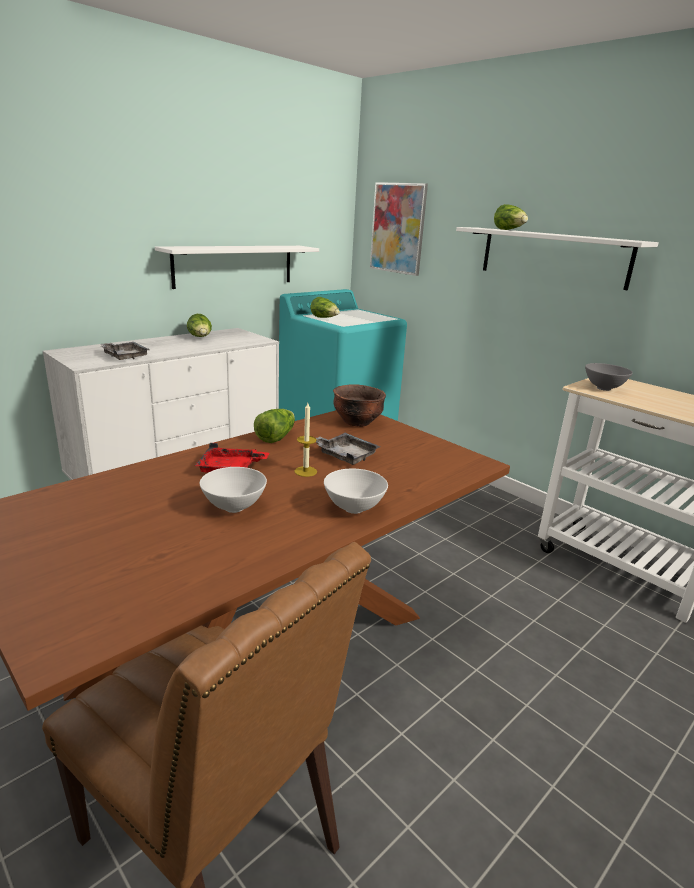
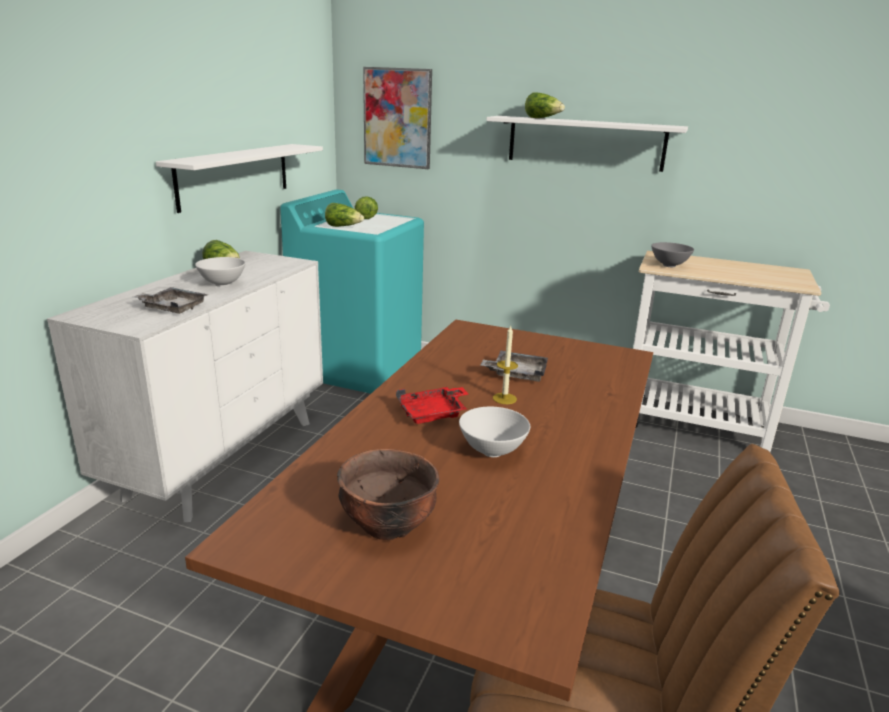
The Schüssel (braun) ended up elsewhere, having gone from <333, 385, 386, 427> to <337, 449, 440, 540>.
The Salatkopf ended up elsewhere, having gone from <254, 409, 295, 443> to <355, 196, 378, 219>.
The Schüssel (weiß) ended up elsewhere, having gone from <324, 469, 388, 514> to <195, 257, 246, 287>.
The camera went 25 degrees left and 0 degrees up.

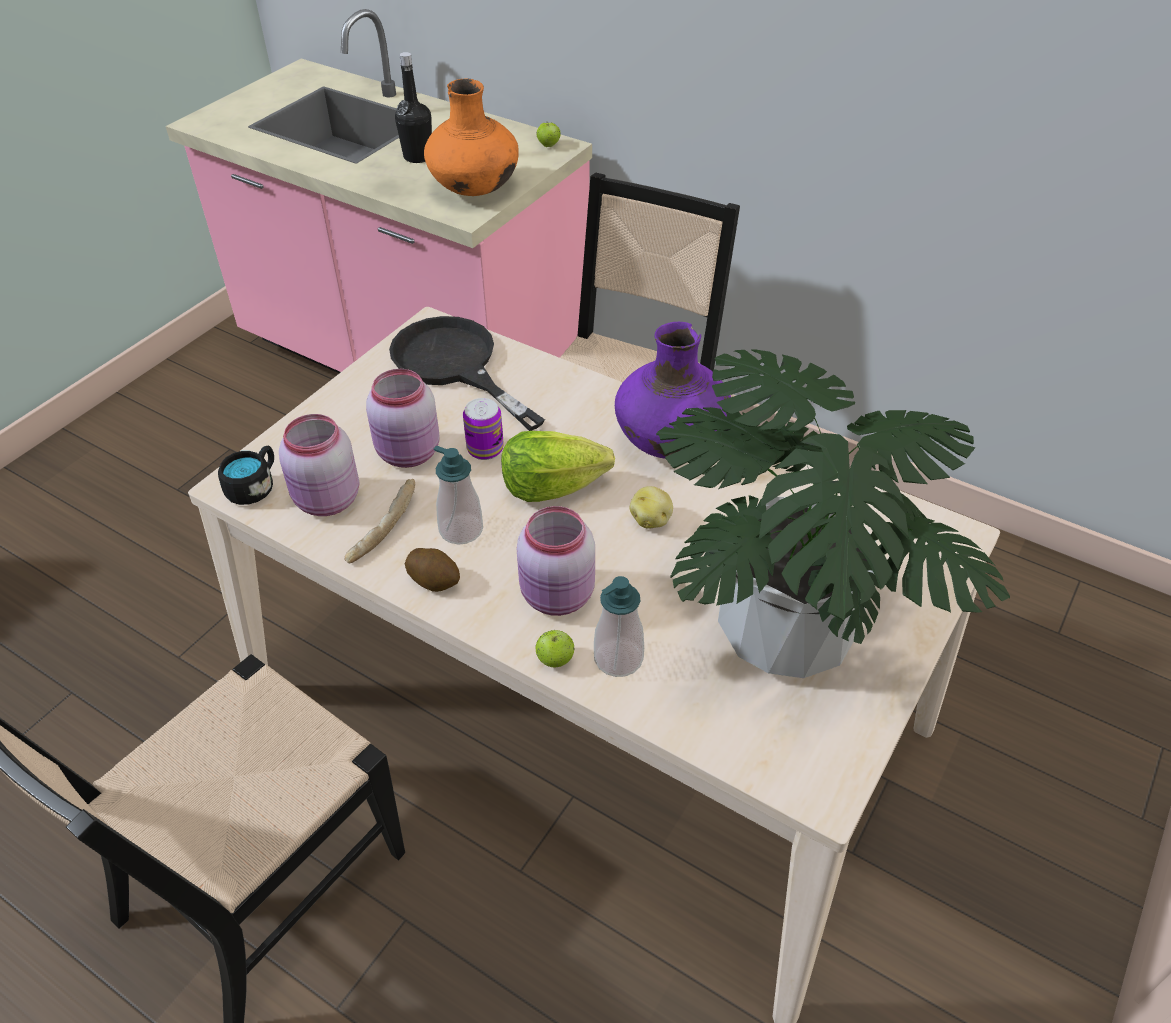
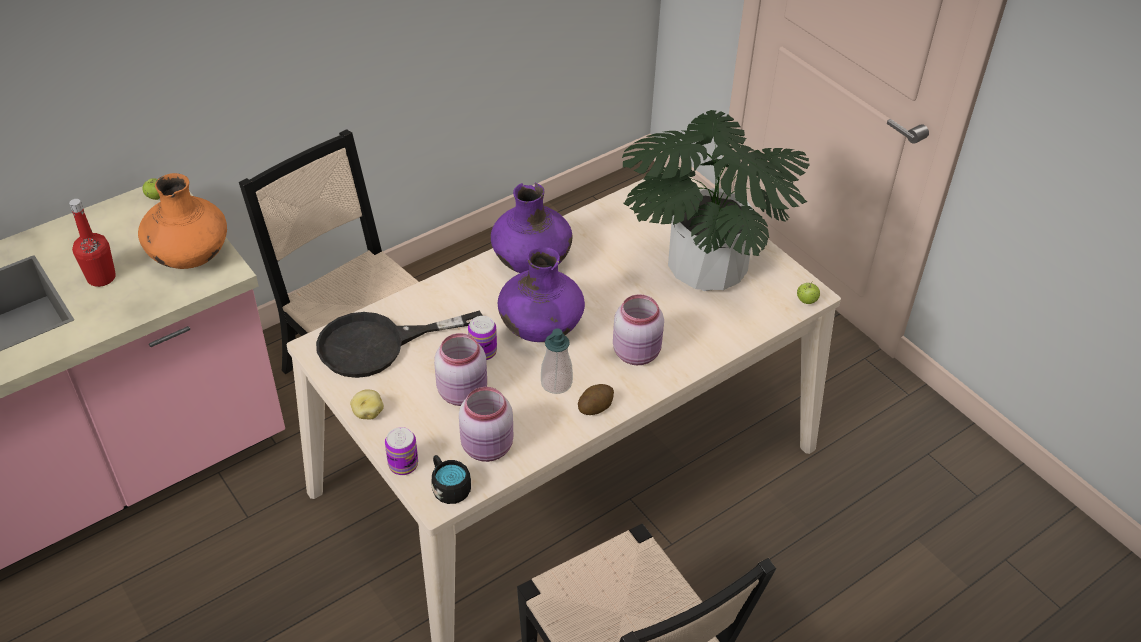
What was the Flasche (schwarz) at <395, 52, 432, 163> turned into the Flasche (rot) at <69, 199, 116, 287>.
Where the Salatkopf stood at <501, 431, 615, 502>, the Vase (lila) came to stand at <498, 247, 585, 342>.
The second view lost the Brot at <345, 479, 415, 563>.
The Kartoffel ended up elsewhere, having gone from <630, 486, 673, 529> to <350, 389, 384, 419>.
The second view lost the Seifenspender at <594, 576, 644, 677>.
The Apfel ended up elsewhere, having gone from <536, 630, 574, 667> to <797, 281, 820, 304>.
The second view gained the Dose at <385, 427, 418, 475>.
The camera went 70 degrees left and 0 degrees up.

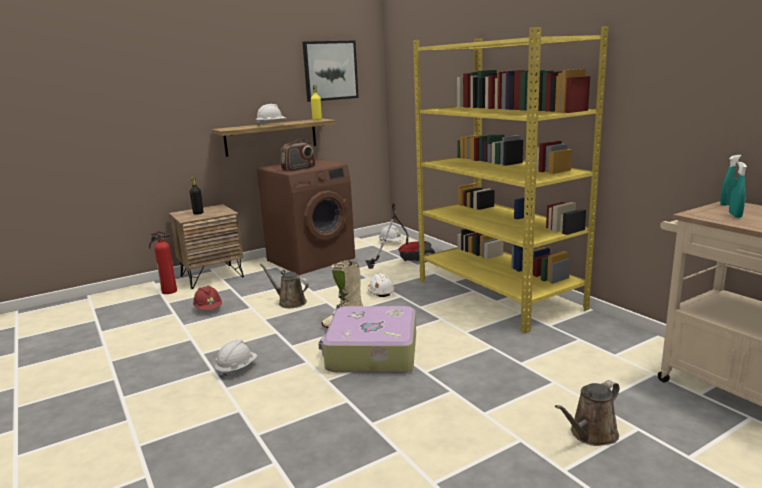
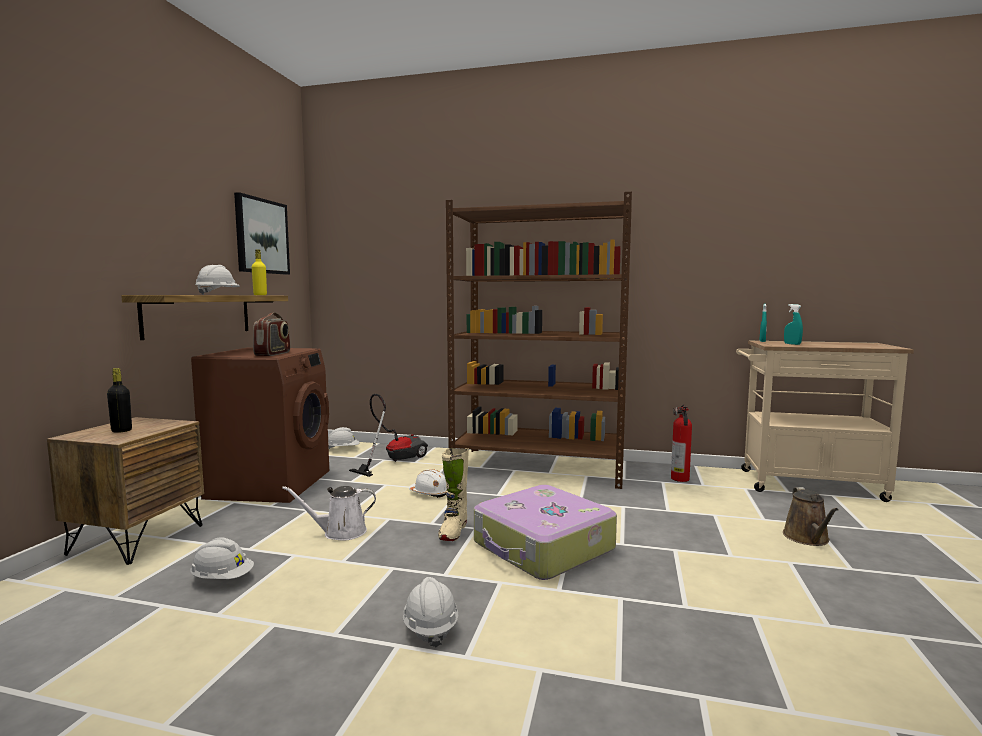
What was the Bücherregal (gelb) at <413, 26, 609, 333> turned into the Bücherregal (braun) at <446, 192, 632, 489>.
The Feuerlöscher ended up elsewhere, having gone from <149, 231, 177, 294> to <671, 405, 692, 482>.
What was the Gießkanne (braun) at <259, 263, 309, 308> turned into the Gießkanne (weiß) at <282, 486, 376, 541>.
What was the Schutzhelm (rot) at <193, 286, 222, 310> turned into the Schutzhelm (weiß) at <190, 537, 254, 579>.
The camera went 45 degrees left and 10 degrees down.

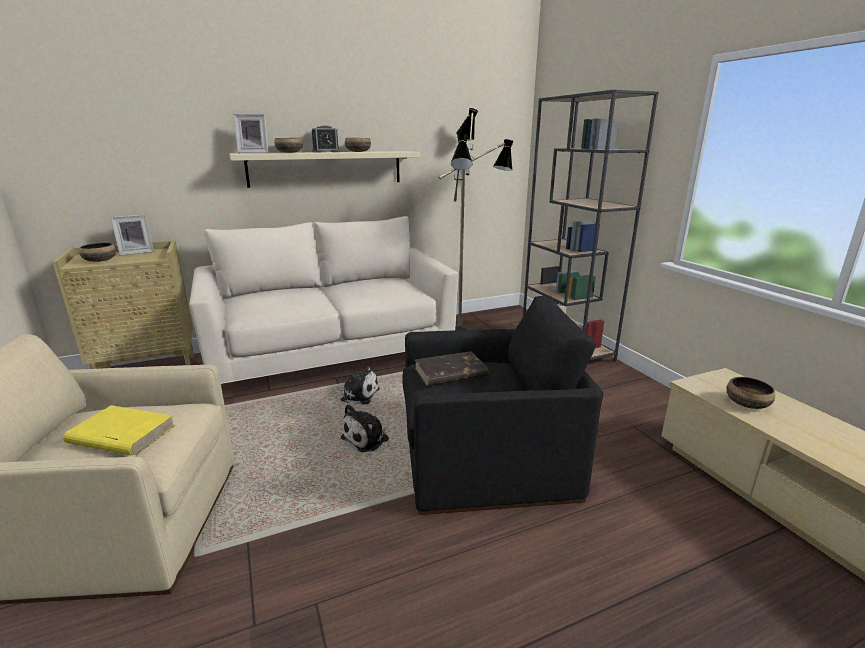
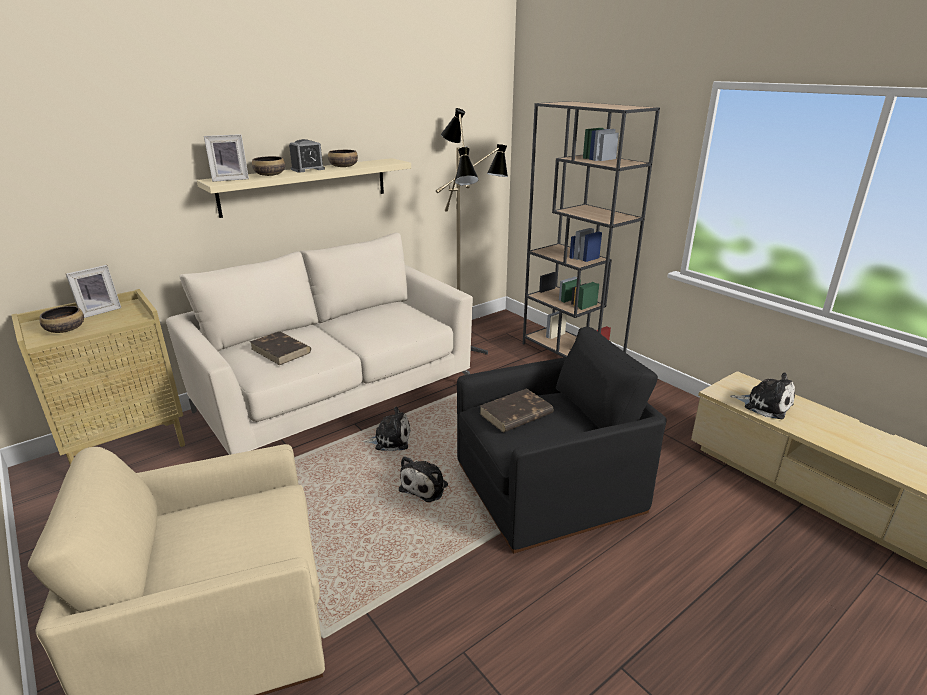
Where the Schüssel stood at <726, 377, 775, 409>, the Plüschtier came to stand at <730, 372, 795, 419>.
The second view lost the Buch (gelb) at <63, 405, 175, 456>.
The second view gained the Buch (braun) at <250, 331, 311, 365>.
The camera went 15 degrees left and 5 degrees up.

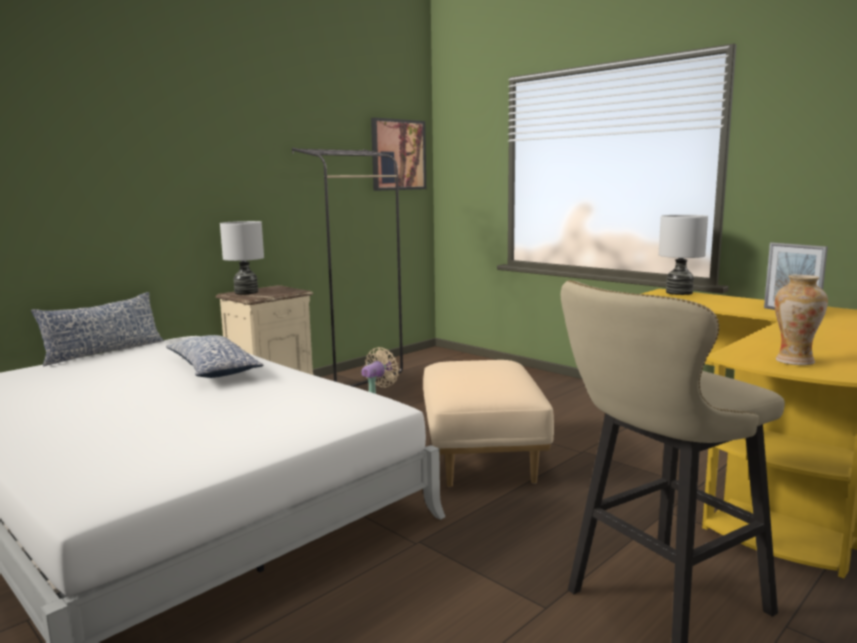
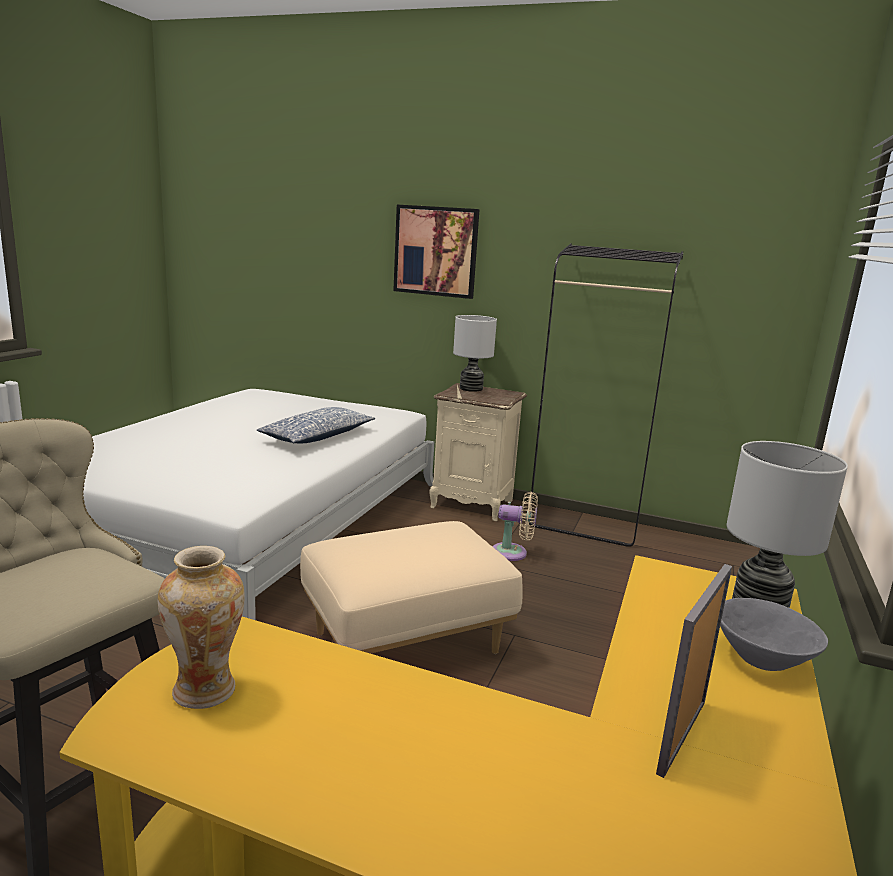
The Bild ended up elsewhere, having gone from <371, 118, 426, 191> to <393, 205, 480, 299>.
The second view lost the Kissen at <31, 292, 164, 366>.
The second view gained the Schüssel (grau) at <720, 598, 828, 671>.
The camera went 65 degrees right and 5 degrees up.

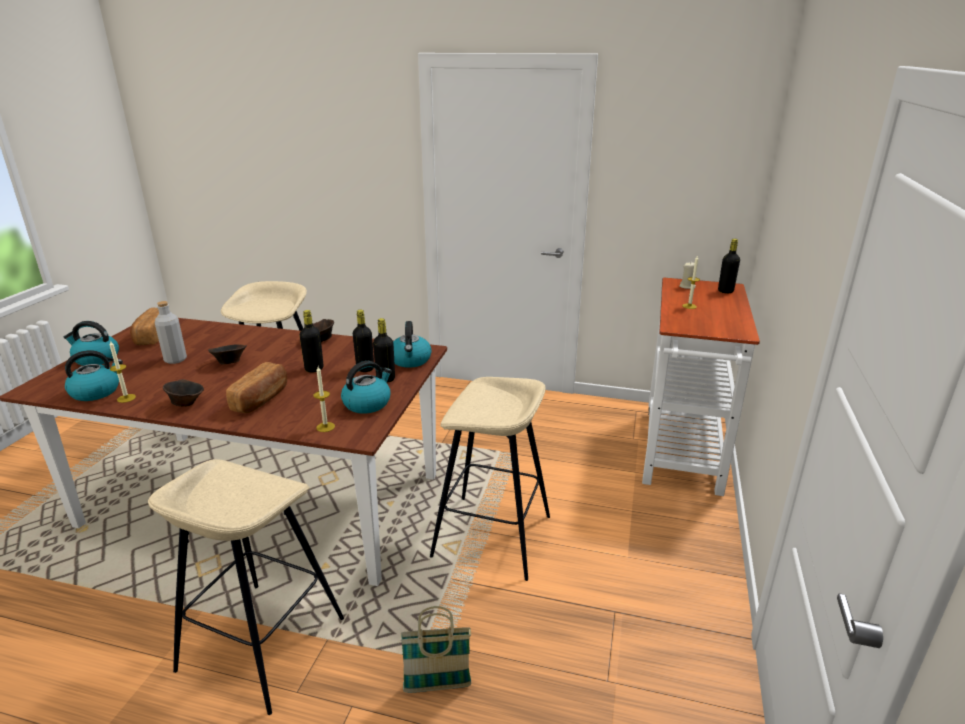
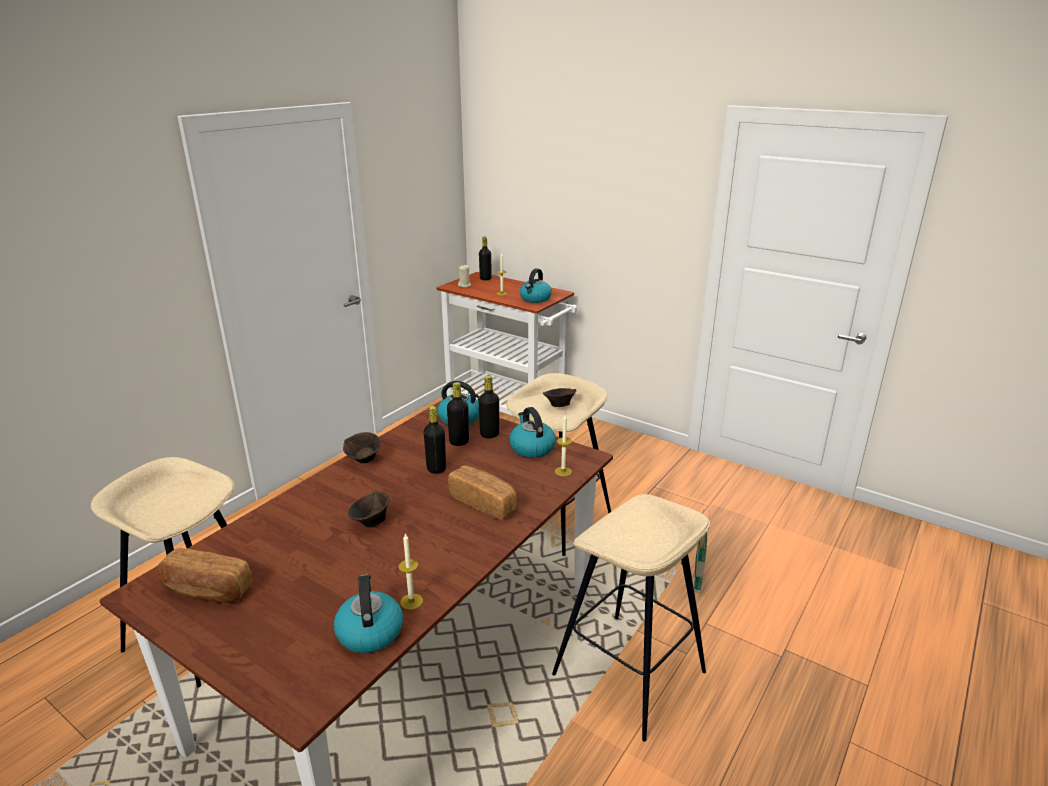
The second view lost the Flasche (grau) at <155, 301, 187, 364>.
The Wasserkessel ended up elsewhere, having gone from <64, 321, 119, 366> to <520, 268, 552, 303>.
The Schüssel (braun) ended up elsewhere, having gone from <163, 379, 204, 407> to <543, 388, 576, 407>.
The camera went 70 degrees left and 0 degrees up.

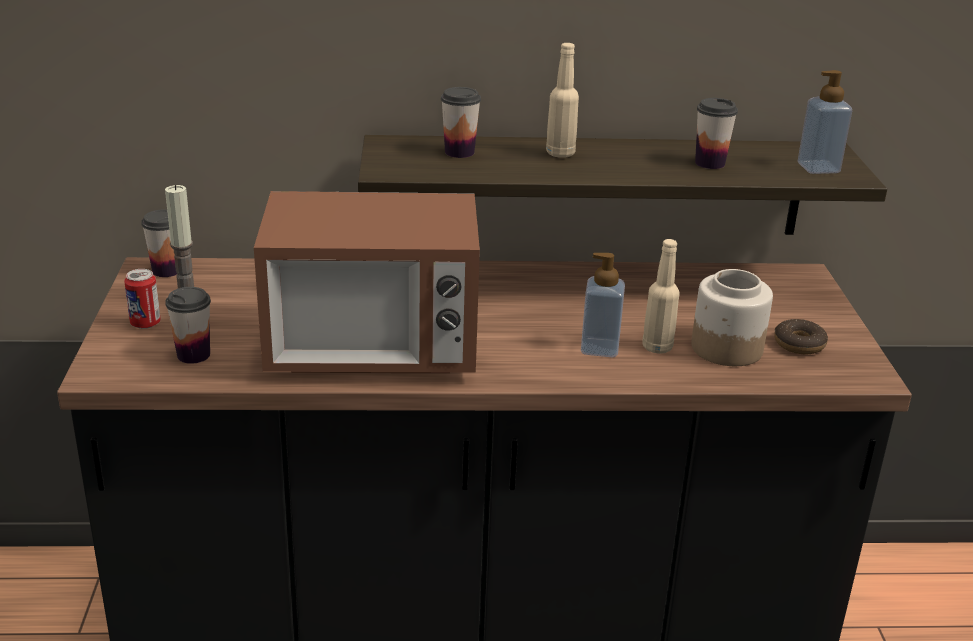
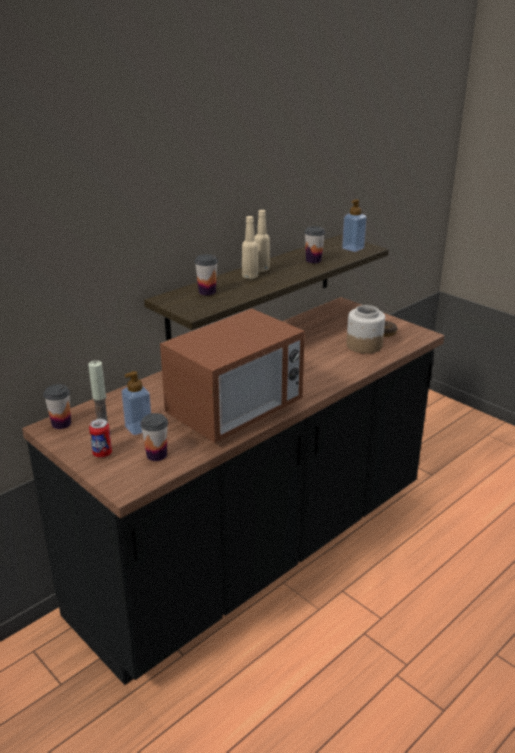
The Flasche (beige) ended up elsewhere, having gone from <643, 239, 680, 354> to <254, 210, 270, 272>.
The Seifenspender ended up elsewhere, having gone from <581, 253, 625, 357> to <121, 371, 151, 435>.
The camera went 40 degrees left and 0 degrees up.

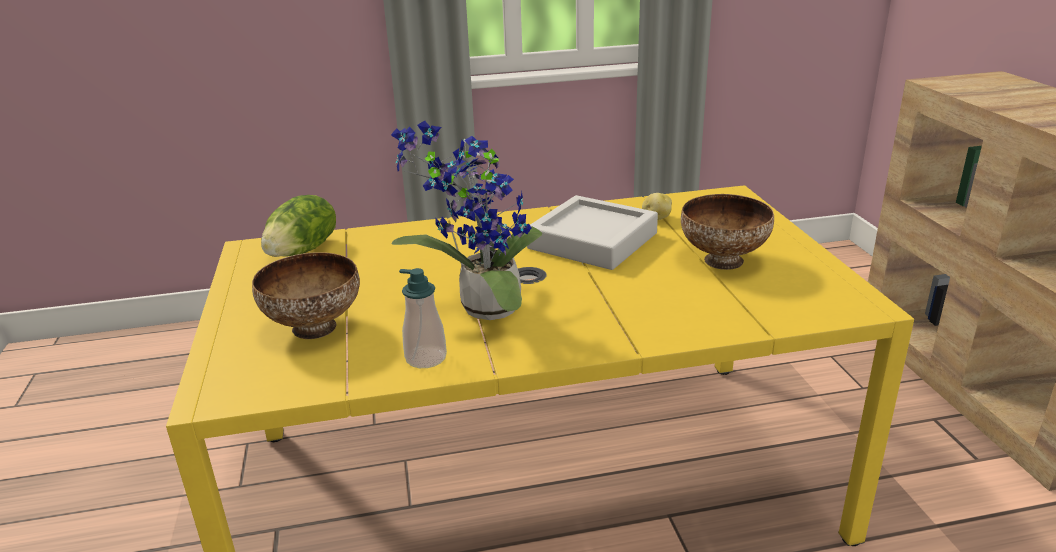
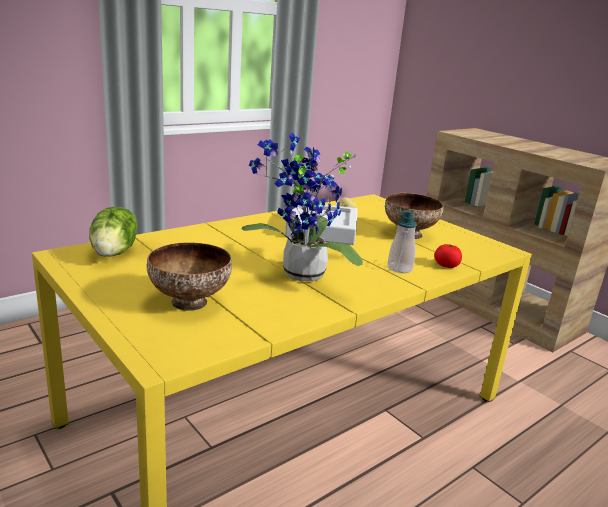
The Seifenspender ended up elsewhere, having gone from <399, 268, 447, 368> to <387, 210, 417, 273>.
The second view gained the Tomate at <434, 244, 462, 268>.
The camera went 30 degrees left and 5 degrees down.

